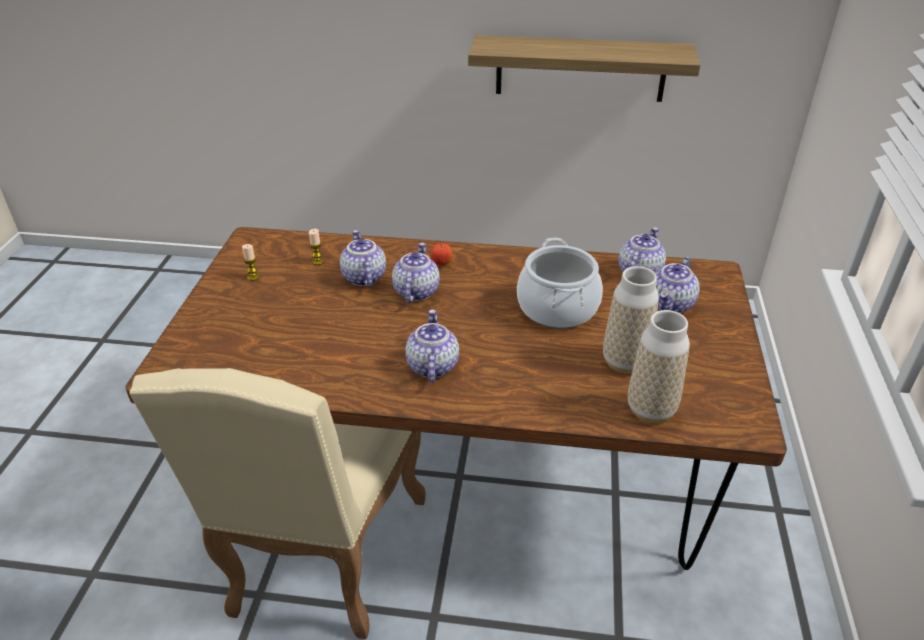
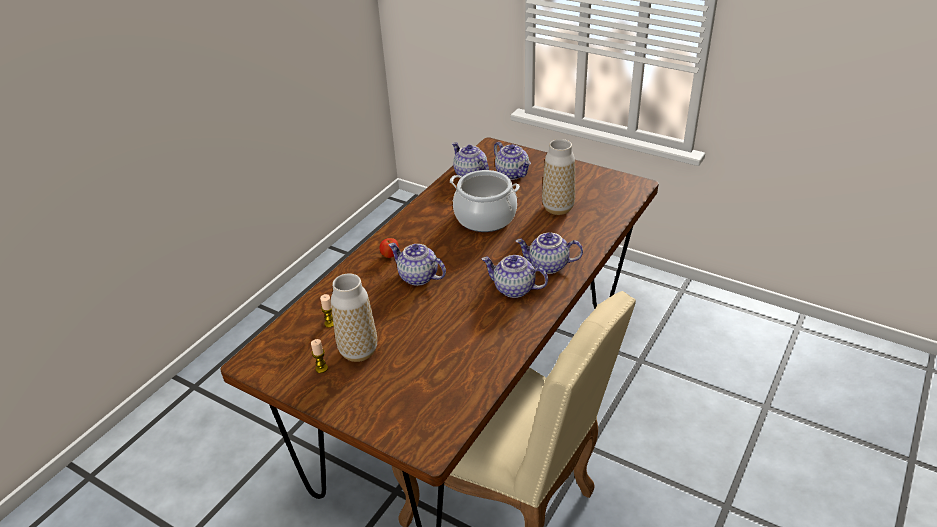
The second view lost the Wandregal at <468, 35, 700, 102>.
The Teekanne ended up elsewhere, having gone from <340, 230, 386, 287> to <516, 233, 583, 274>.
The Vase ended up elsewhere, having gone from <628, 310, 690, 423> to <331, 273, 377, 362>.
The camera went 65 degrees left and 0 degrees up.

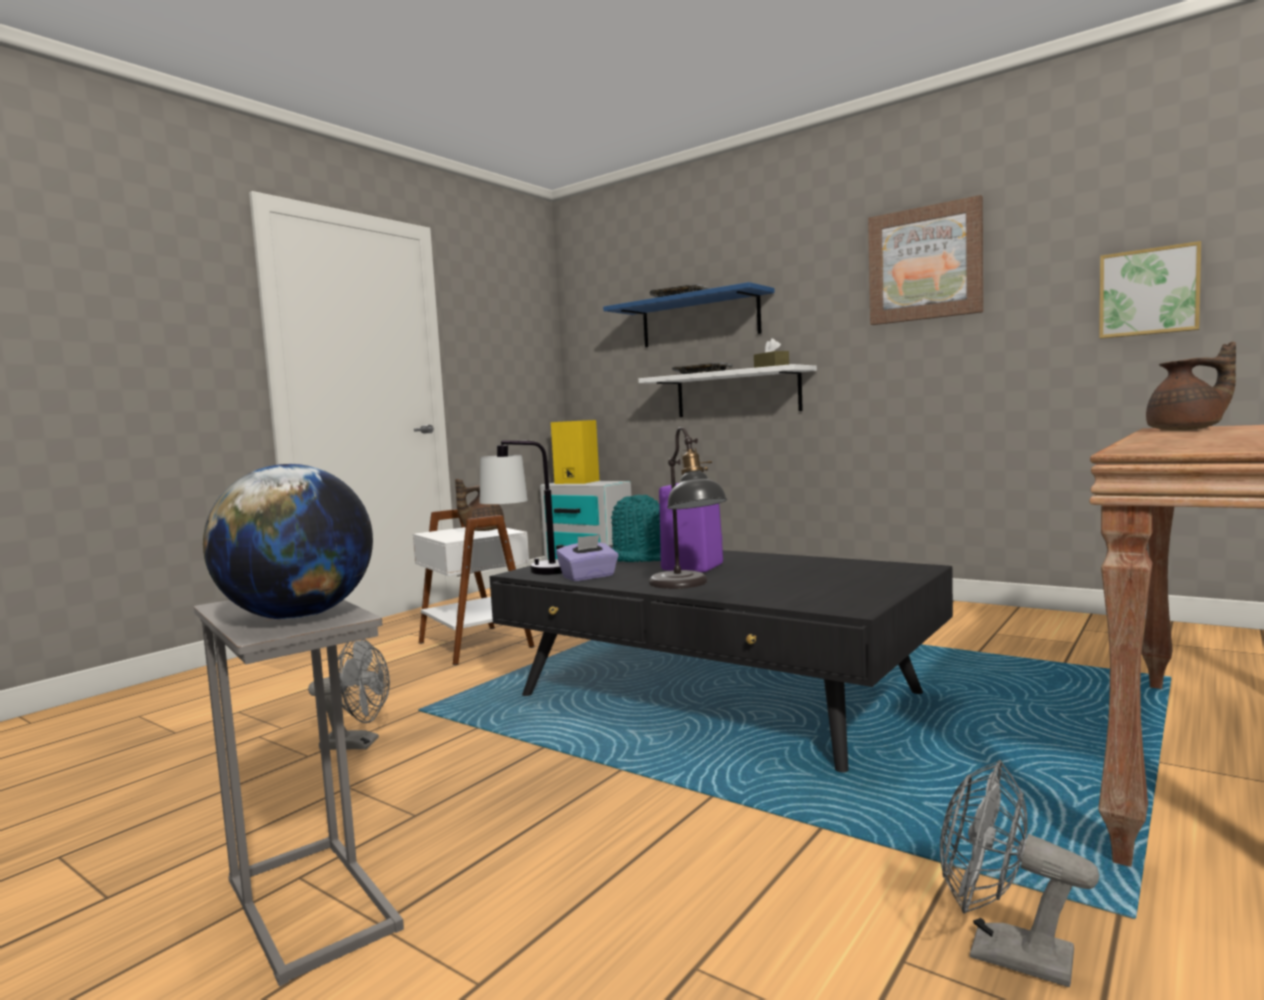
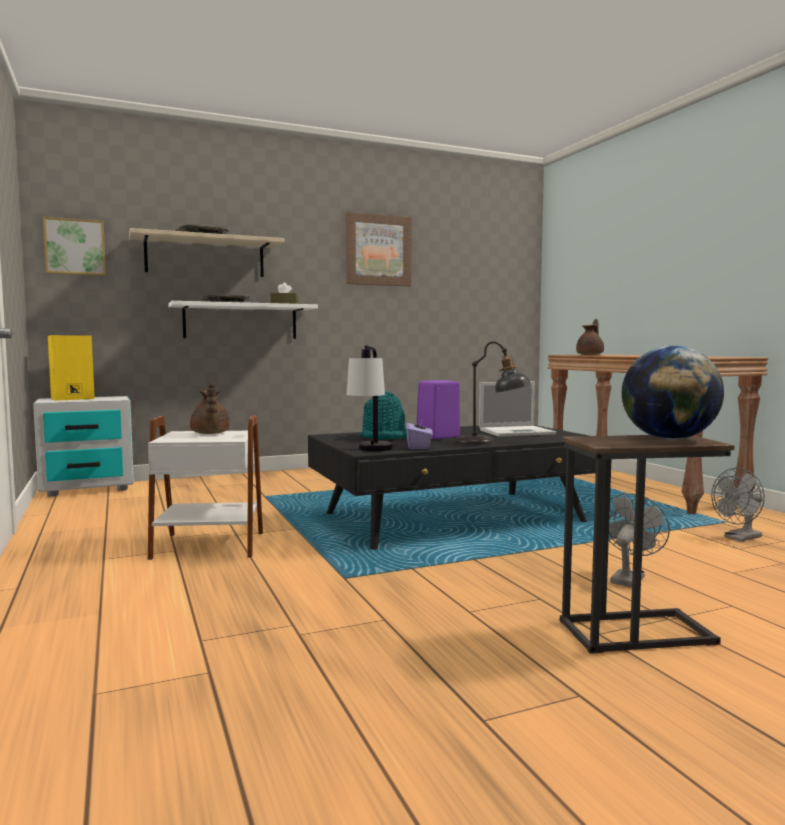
The Bild ended up elsewhere, having gone from <1099, 241, 1201, 339> to <43, 217, 106, 276>.
What was the Wandregal (blau) at <603, 282, 775, 348> turned into the Wandregal (beige) at <129, 228, 284, 277>.
What was the Beistelltisch (grau) at <194, 600, 404, 987> turned into the Beistelltisch (braun) at <560, 435, 735, 654>.
The Ventilator (grau) ended up elsewhere, having gone from <308, 639, 390, 750> to <609, 493, 670, 587>.
The second view gained the Laptop at <479, 381, 556, 437>.
The camera went 60 degrees left and 0 degrees up.

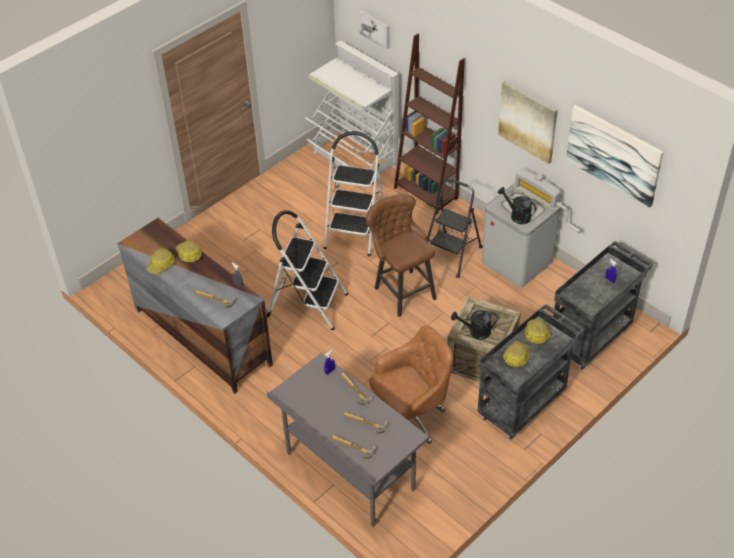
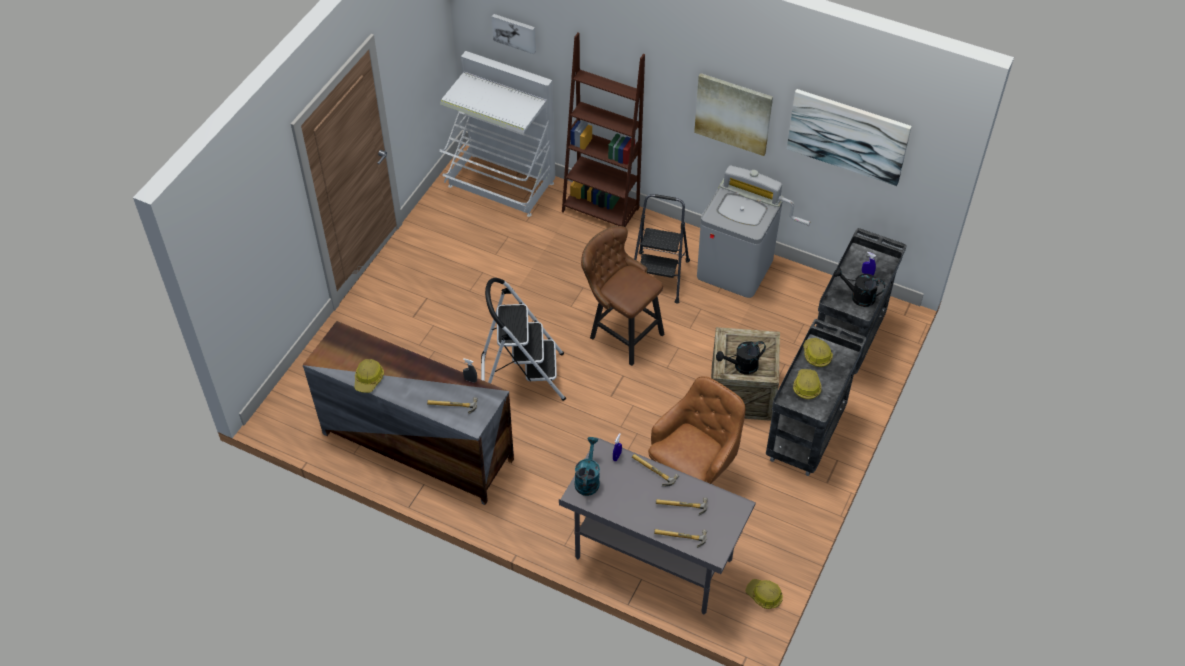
The second view lost the Trittleiter at <324, 131, 383, 256>.
The Gießkanne (schwarz) ended up elsewhere, having gone from <498, 187, 536, 224> to <834, 268, 885, 307>.
The Schutzhelm ended up elsewhere, having gone from <176, 240, 202, 262> to <745, 579, 783, 609>.
The second view gained the Gießkanne (türkis) at <574, 437, 600, 496>.
The camera went 20 degrees left and 5 degrees up.

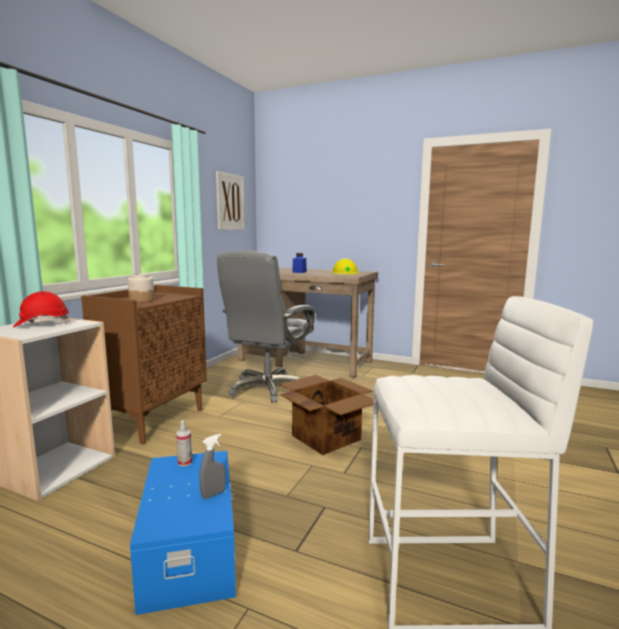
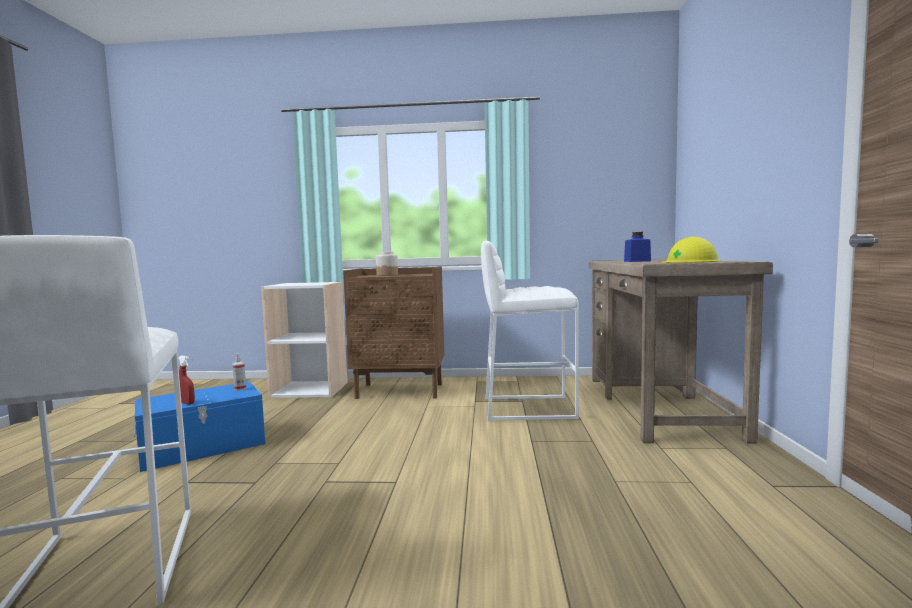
The second view lost the Bild at <216, 171, 245, 230>.
Where the Bürostuhl (grau) stood at <217, 251, 315, 403>, the Hocker (weiß) came to stand at <481, 241, 579, 420>.
The second view lost the Schutzhelm (rot) at <13, 291, 70, 327>.
The second view lost the Karton at <280, 375, 374, 455>.
What was the Sprühflasche (grau) at <199, 434, 226, 499> turned into the Sprühflasche (rot) at <178, 356, 195, 405>.
The camera went 70 degrees right and 5 degrees down.

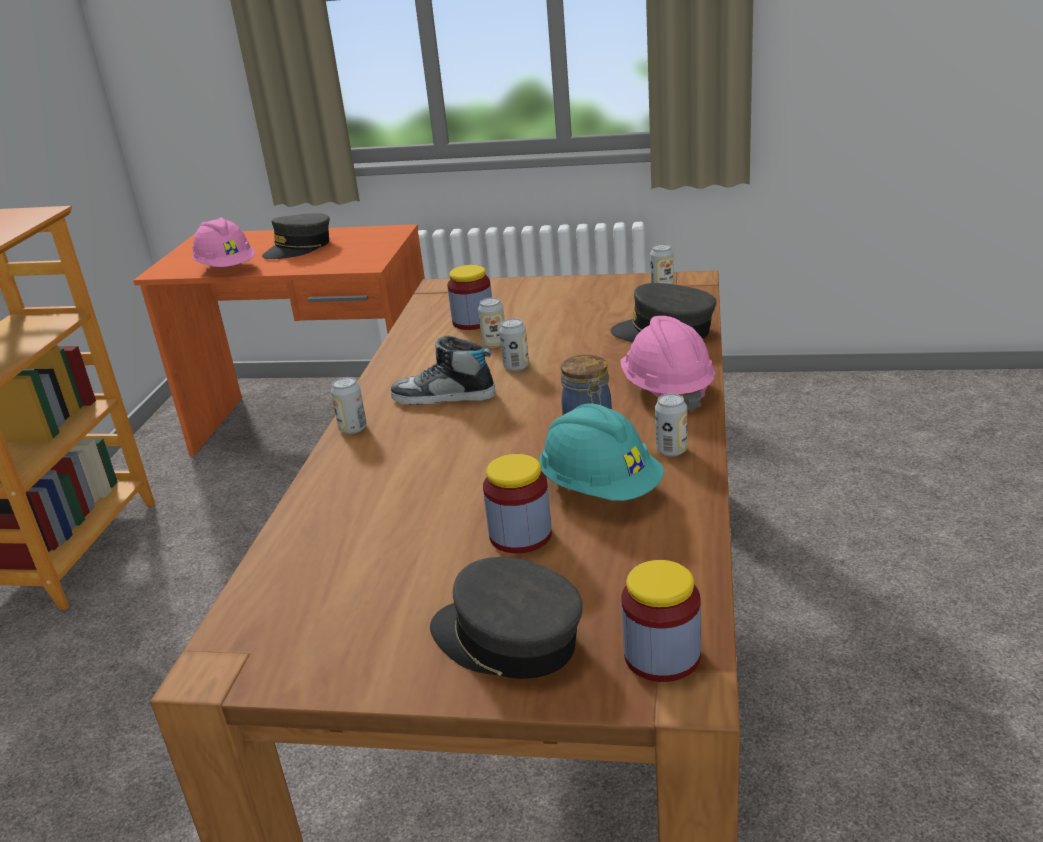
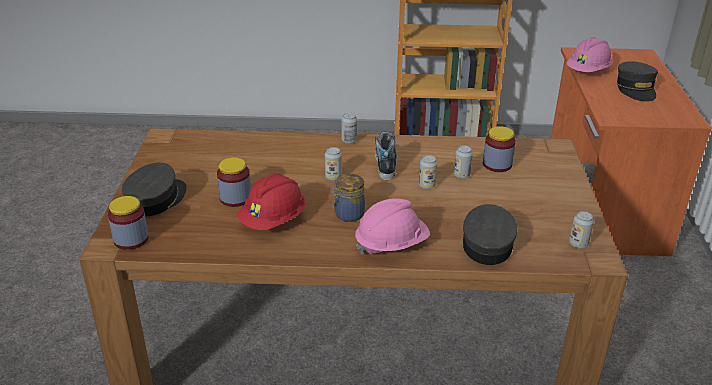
The Kappe (grau) at <262, 213, 330, 259> ended up facing another way, 135 degrees counterclockwise from before.
The Dose ended up elsewhere, having gone from <655, 394, 688, 456> to <325, 147, 342, 181>.
What was the Schutzhelm (türkis) at <539, 403, 664, 501> turned into the Schutzhelm (rot) at <238, 173, 305, 230>.
The camera went 80 degrees right and 5 degrees up.

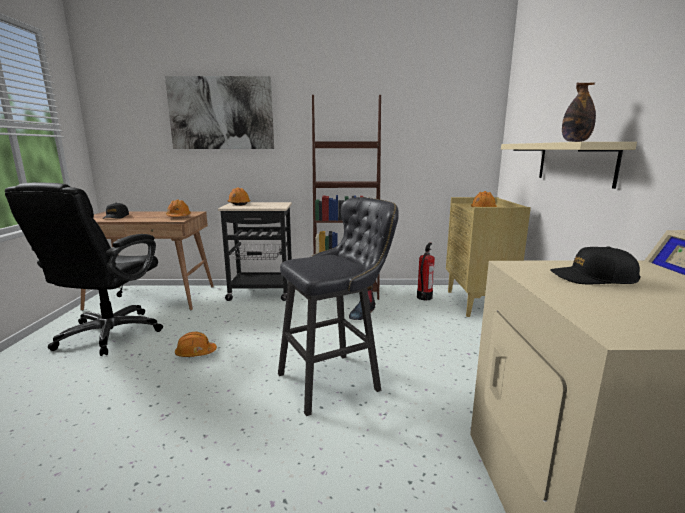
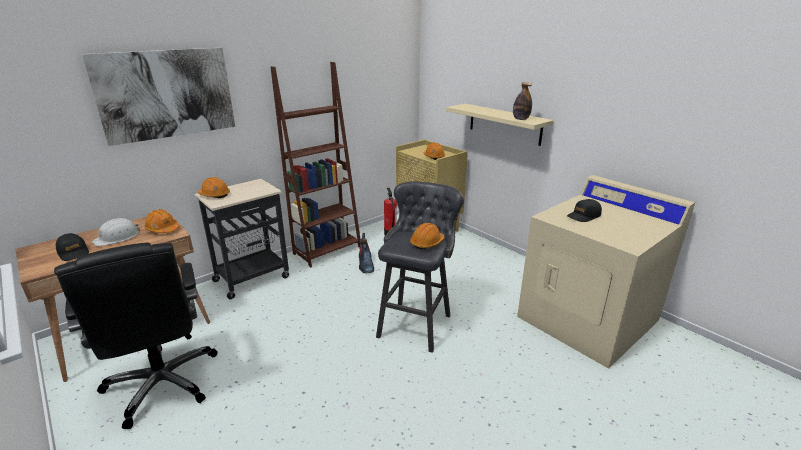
The Schutzhelm (orange) ended up elsewhere, having gone from <175, 332, 217, 357> to <410, 223, 445, 249>.
The second view gained the Schutzhelm (weiß) at <92, 218, 140, 246>.
The camera went 40 degrees left and 10 degrees up.

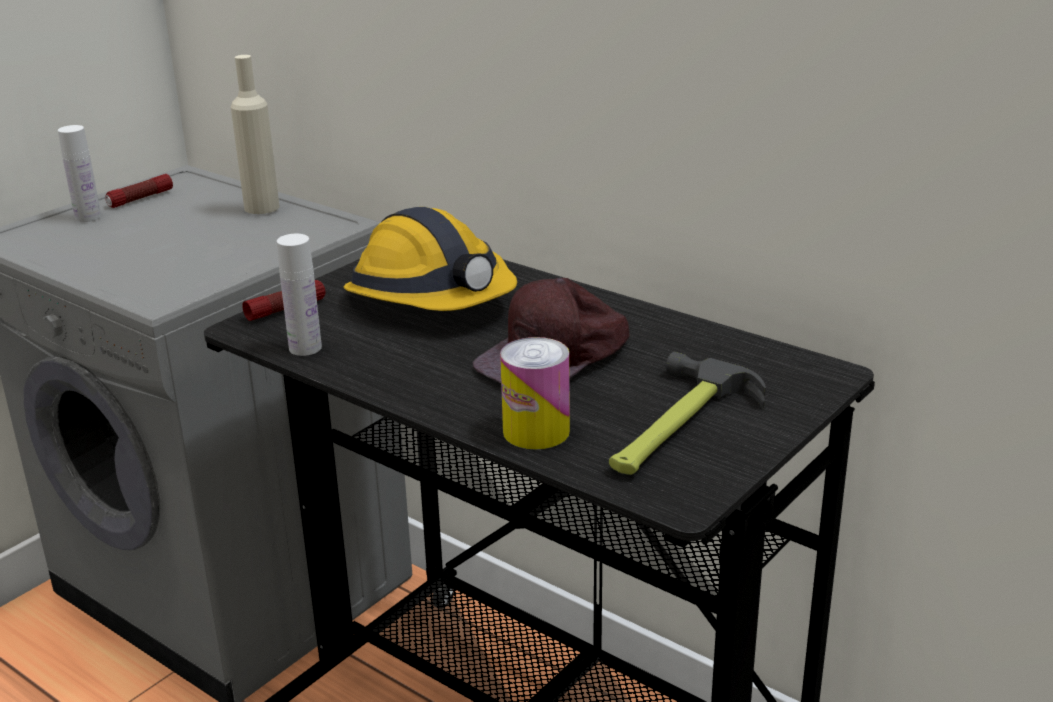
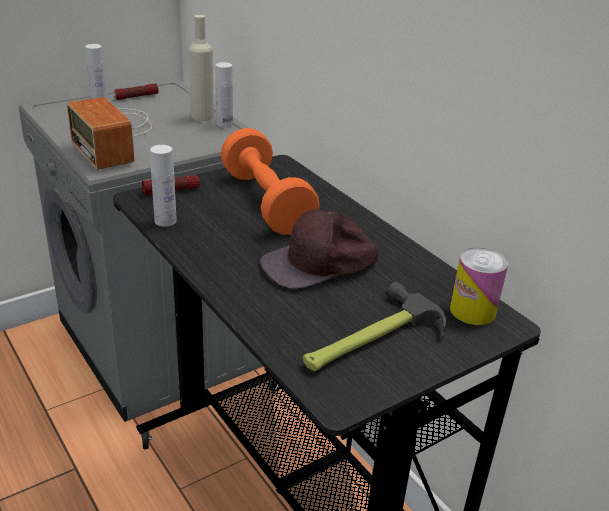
Where the Schutzhelm stood at <344, 207, 517, 311>, the Hantel (orange) came to stand at <221, 128, 320, 235>.
The Dose ended up elsewhere, having gone from <500, 337, 570, 450> to <450, 247, 508, 325>.
The second view gained the Flasche (weiß) at <215, 62, 233, 127>.
The second view gained the Radio at <67, 97, 152, 170>.
The camera went 15 degrees right and 5 degrees up.

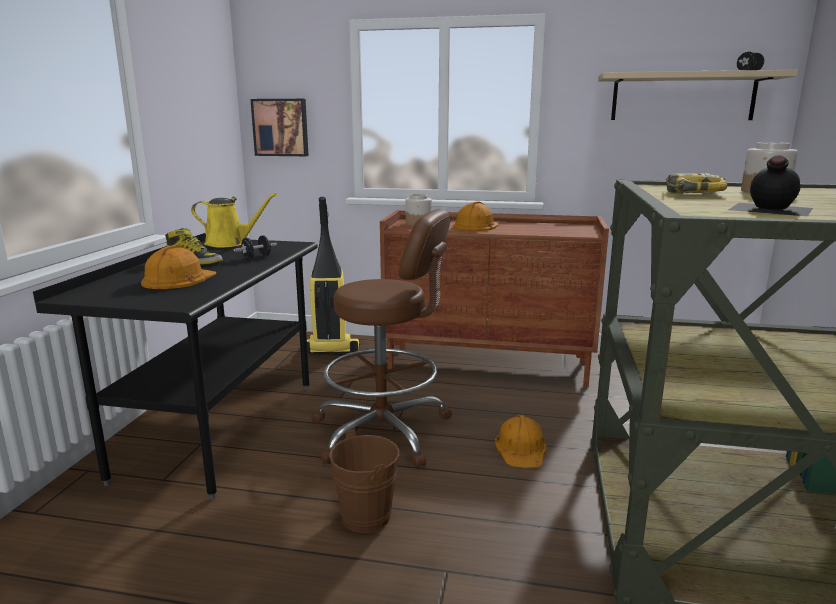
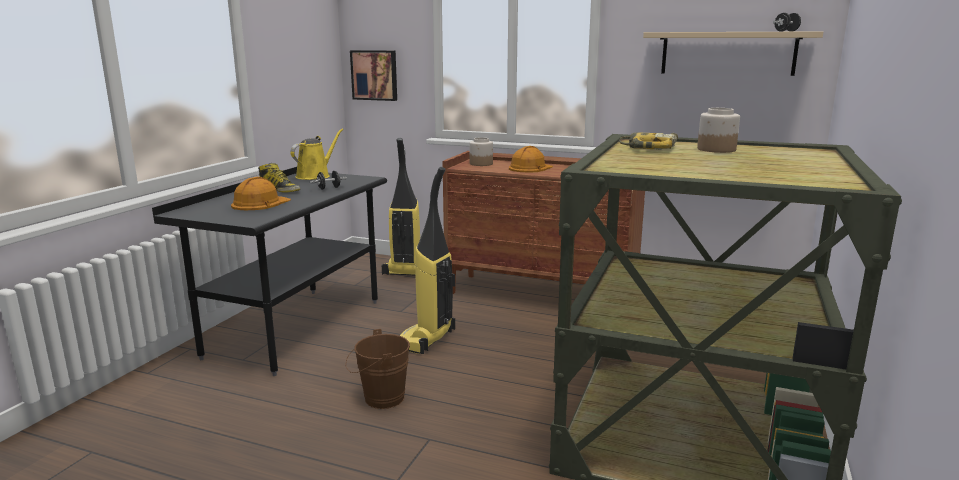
The second view lost the Flasche (schwarz) at <728, 155, 813, 216>.
The Gießkanne (gelb) at <191, 193, 277, 248> ended up facing another way, 75 degrees counterclockwise from before.
Where the Hocker (braun) stood at <311, 209, 452, 468>, the Staubsauger came to stand at <399, 167, 455, 354>.
The second view lost the Schutzhelm (orange) at <495, 415, 546, 468>.
The camera went 10 degrees right and 0 degrees up.

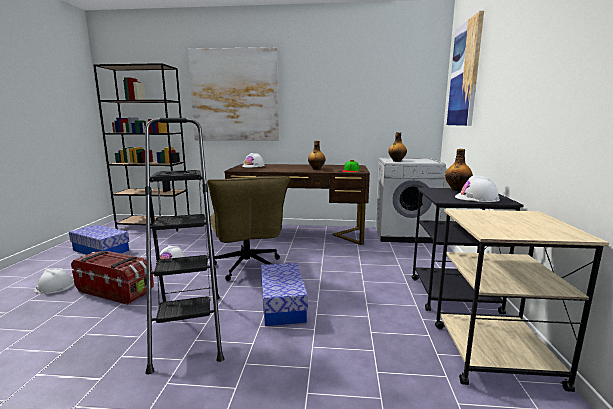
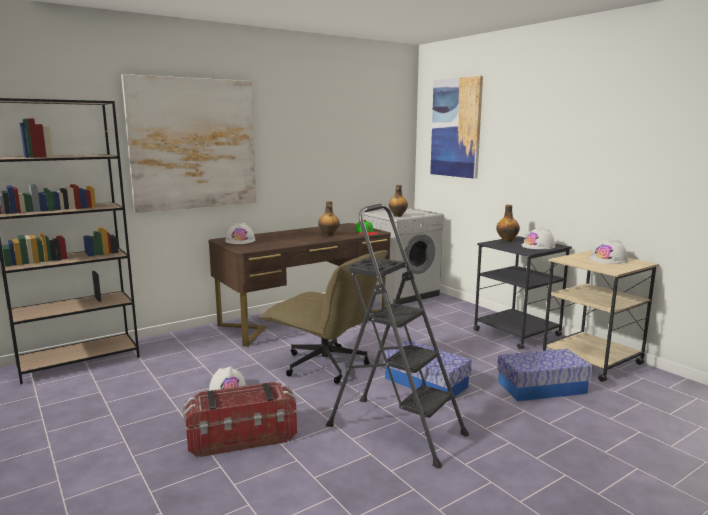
The Aufbewahrungsbox ended up elsewhere, having gone from <69, 225, 130, 255> to <497, 349, 593, 401>.
The Schutzhelm (weiß) ended up elsewhere, having gone from <34, 268, 74, 294> to <589, 239, 628, 264>.
The camera went 40 degrees left and 0 degrees up.

